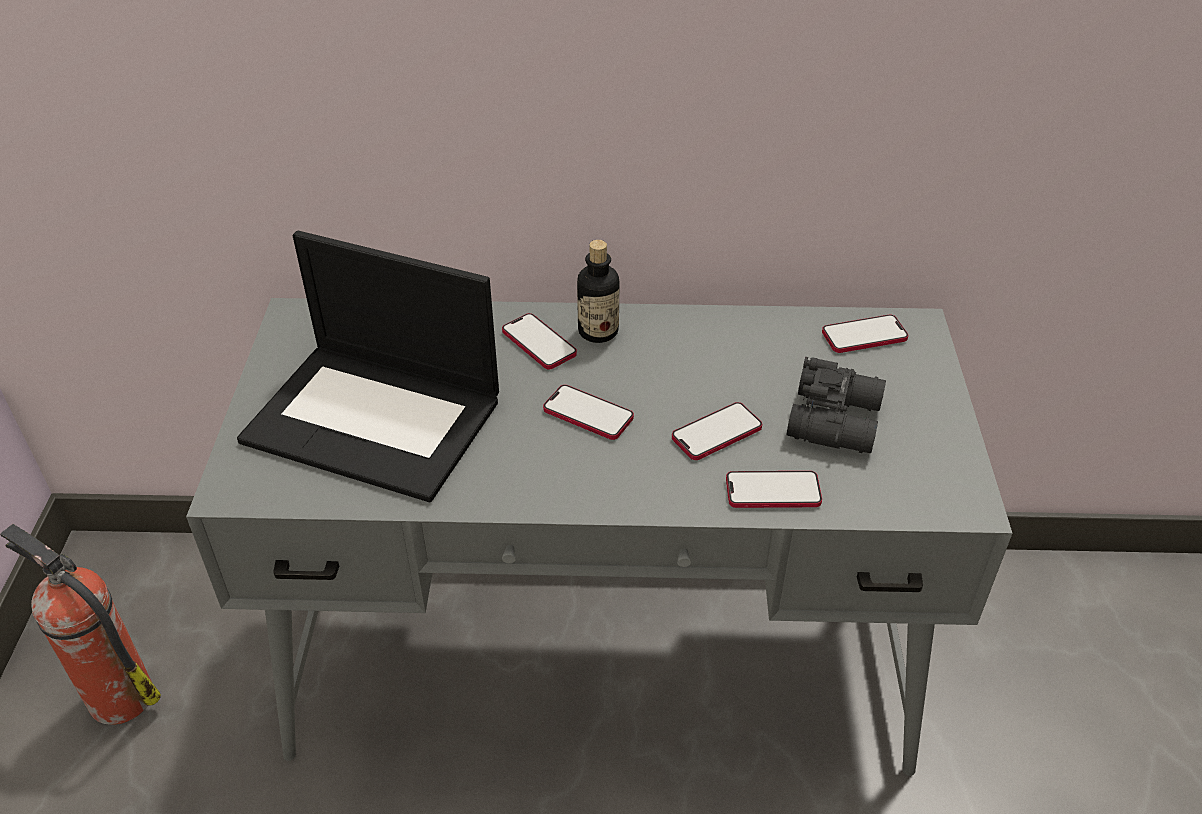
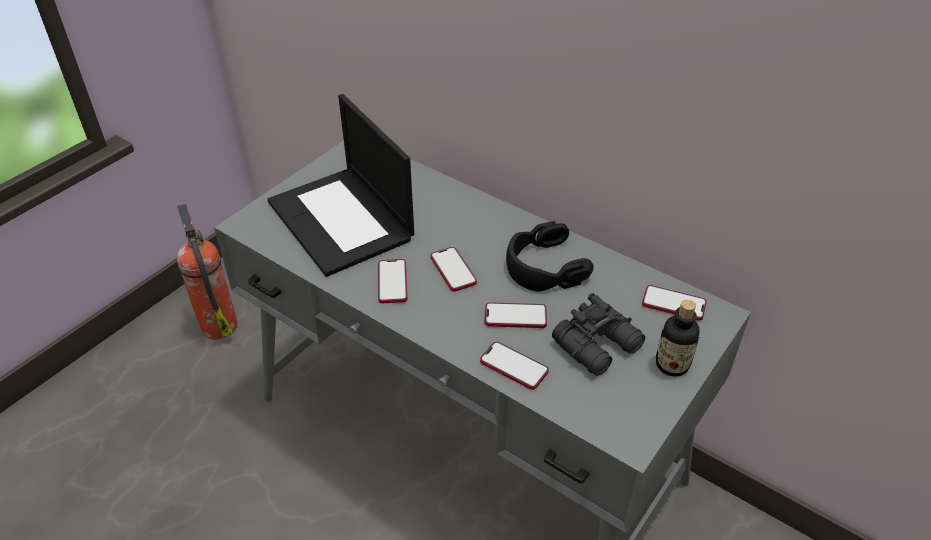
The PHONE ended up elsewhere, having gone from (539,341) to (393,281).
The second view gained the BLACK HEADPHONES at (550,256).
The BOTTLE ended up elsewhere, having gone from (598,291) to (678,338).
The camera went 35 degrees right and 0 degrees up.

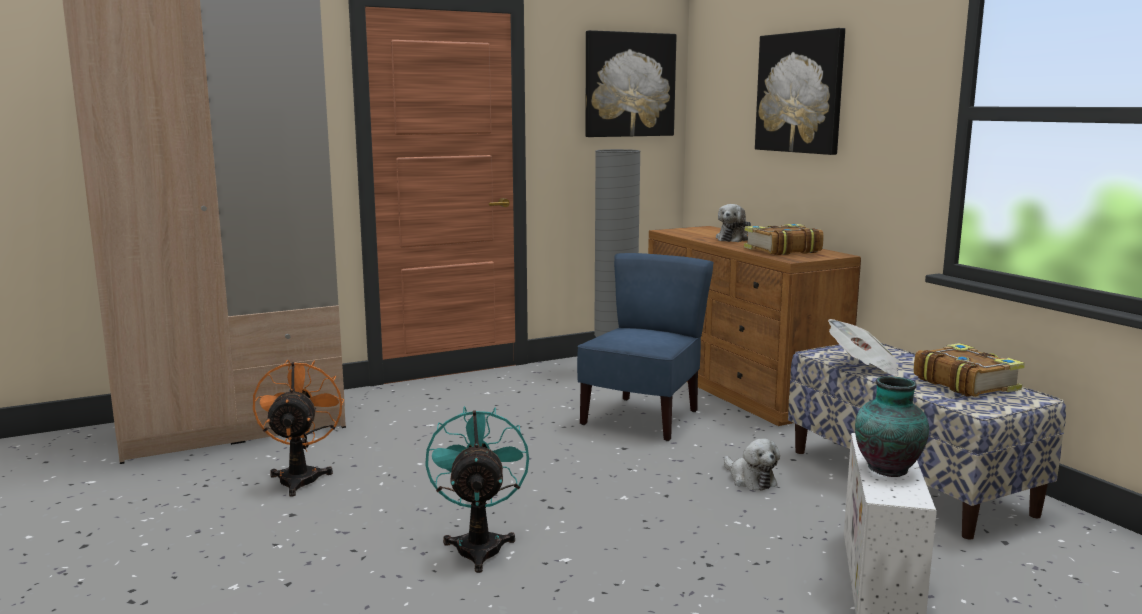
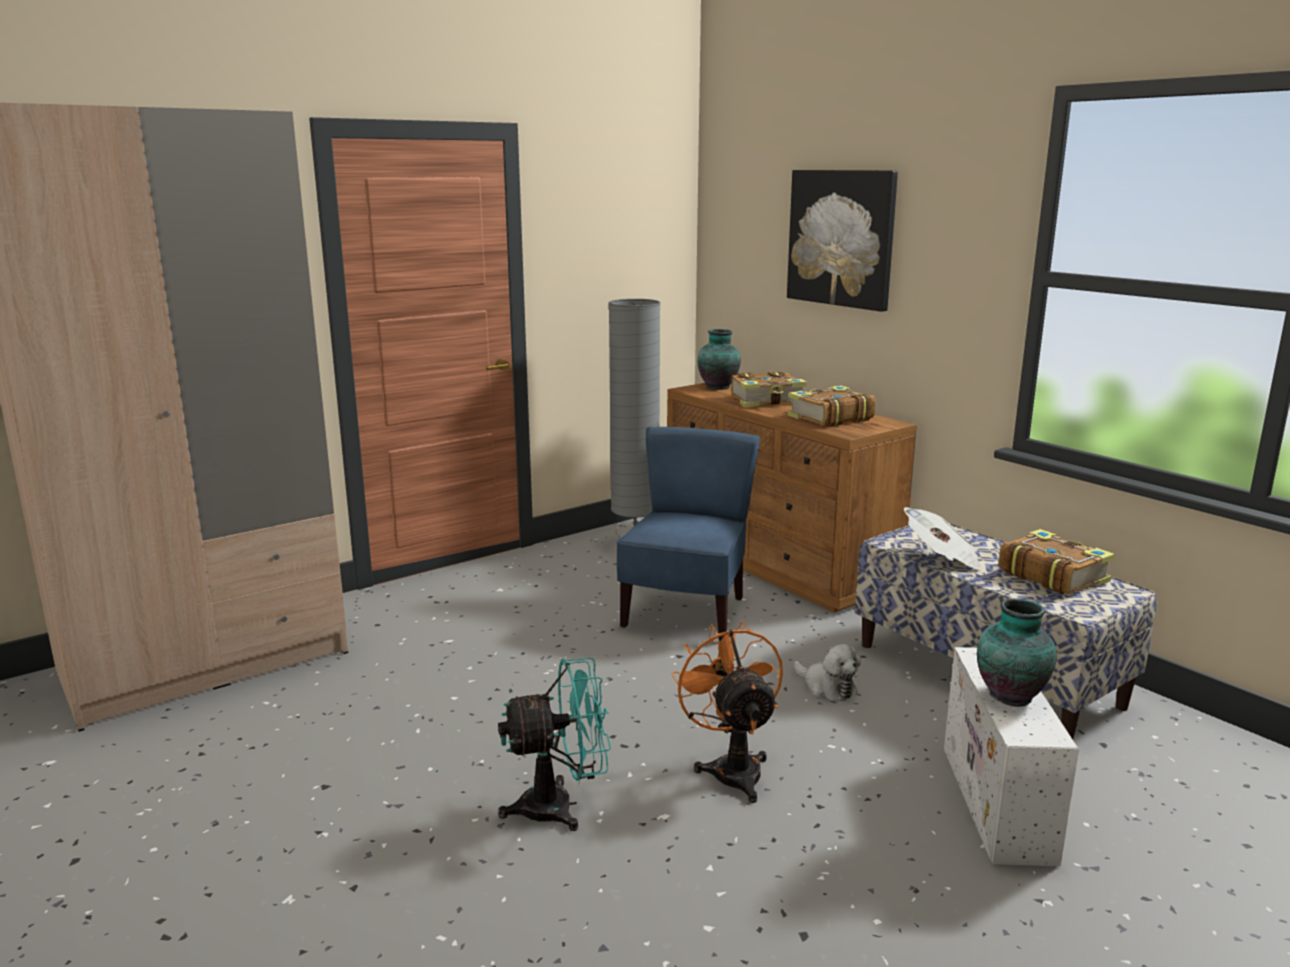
The TURQUOISE FAN at (477,489) ended up facing another way, 90 degrees clockwise from before.
The ORANGE FAN ended up elsewhere, having gone from (298,428) to (727,712).
The second view gained the VASE at (719,359).
Where the PLUSH TOY stood at (733,223), the BOOK came to stand at (769,389).
The second view lost the PICTURE at (630,83).
The camera went 10 degrees left and 5 degrees up.

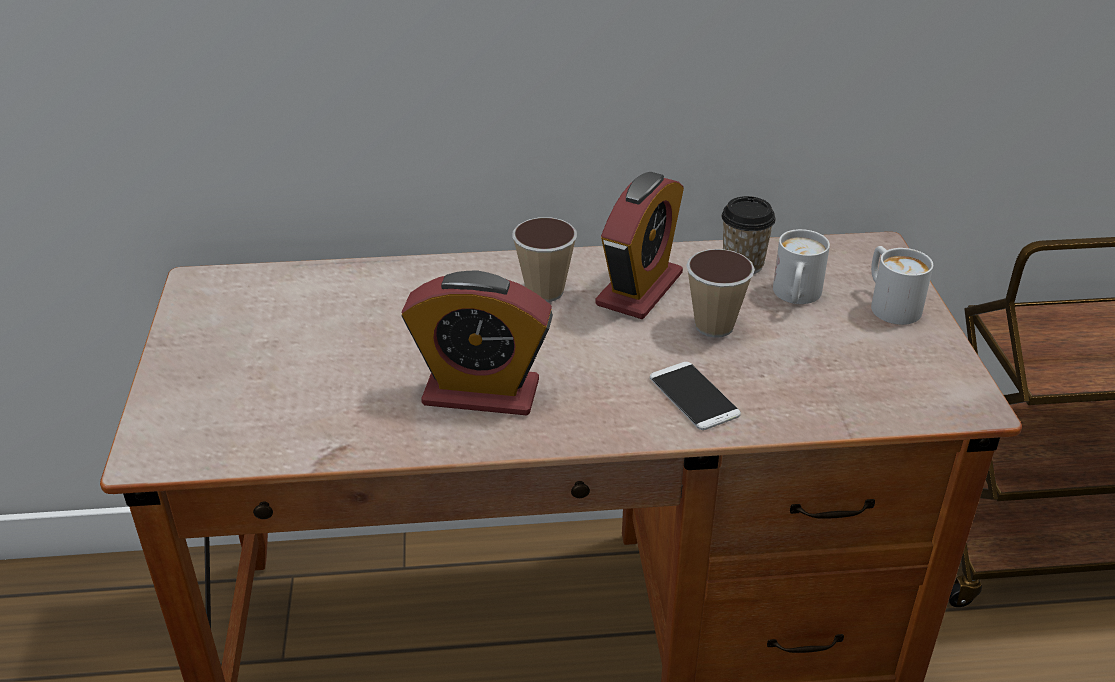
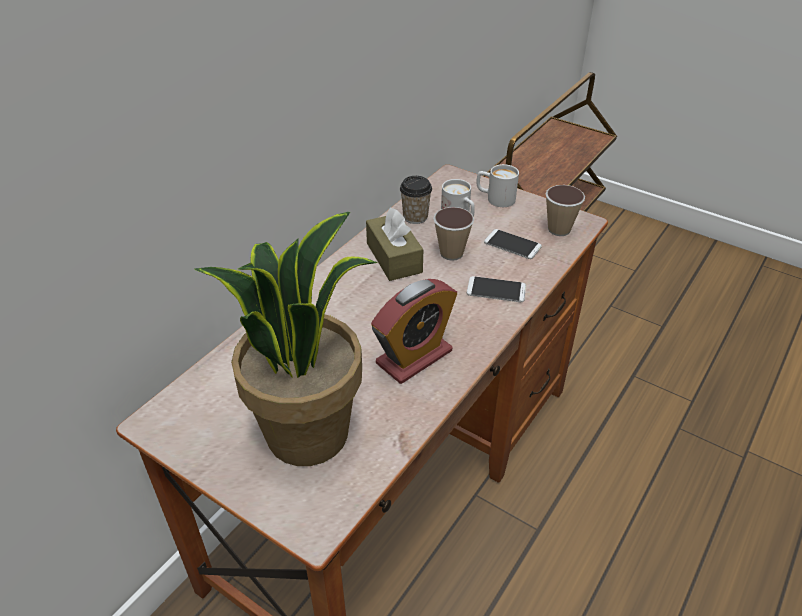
The second view gained the POTTED PLANT at (287,339).
Where the ALARM CLOCK stood at (639,245), the BROWN TISSUE BOX came to stand at (394,244).
The second view gained the PHONE at (513,244).
The CUP ended up elsewhere, having gone from (544,259) to (565,210).
The camera went 50 degrees left and 5 degrees up.

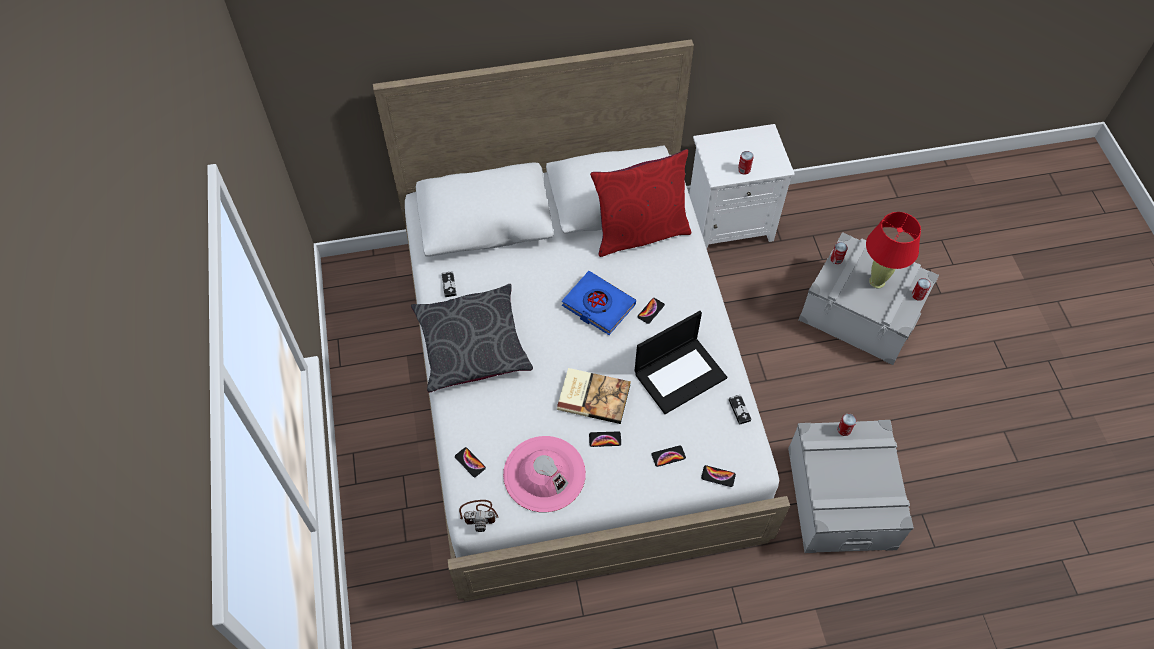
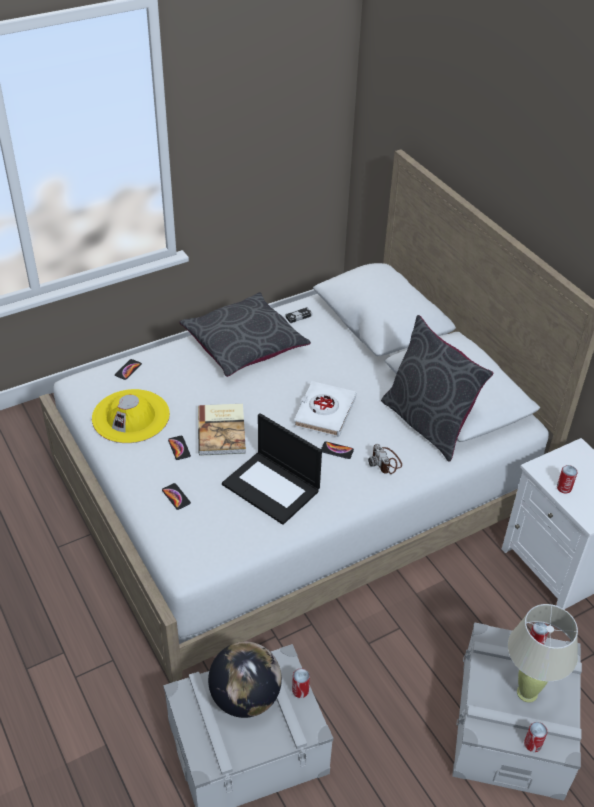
What was the PINK HAT at (544,474) turned into the YELLOW HAT at (131,416).
The second view gained the GLOBE at (245,680).
What was the BLUE BOOK at (599,303) turned into the WHITE BOOK at (324,409).
The PHOTO CAMERA ended up elsewhere, having gone from (479,516) to (385,459).
What was the RED PILLOW at (640,203) turned into the GREY PILLOW at (437,388).
What was the RED TABLE LAMP at (893,250) turned into the BEIGE TABLE LAMP at (543,653).
The second view lost the PHONE at (718,476).
The second view lost the GAME CONTROLLER at (740,410).
The camera went 70 degrees right and 15 degrees down.

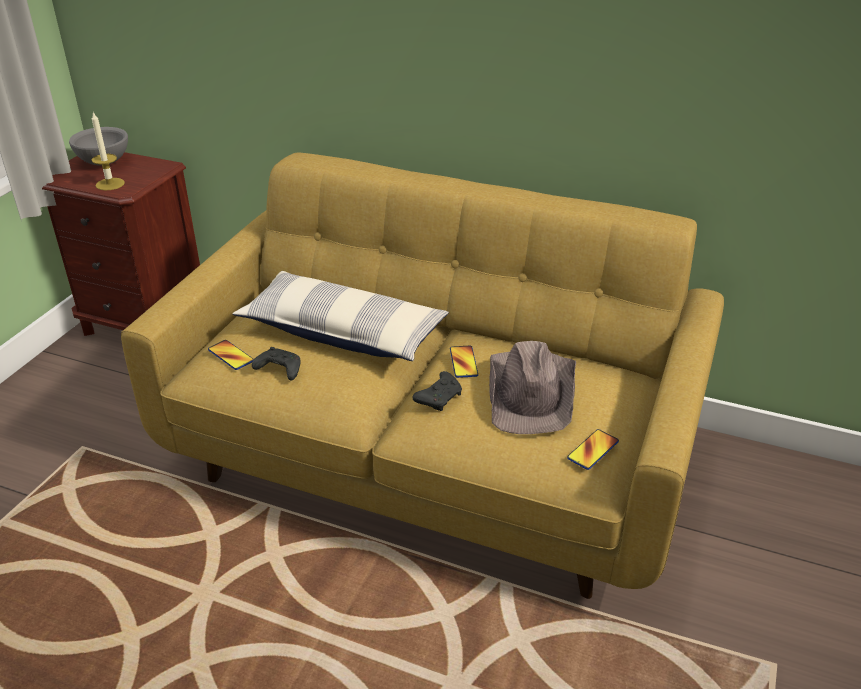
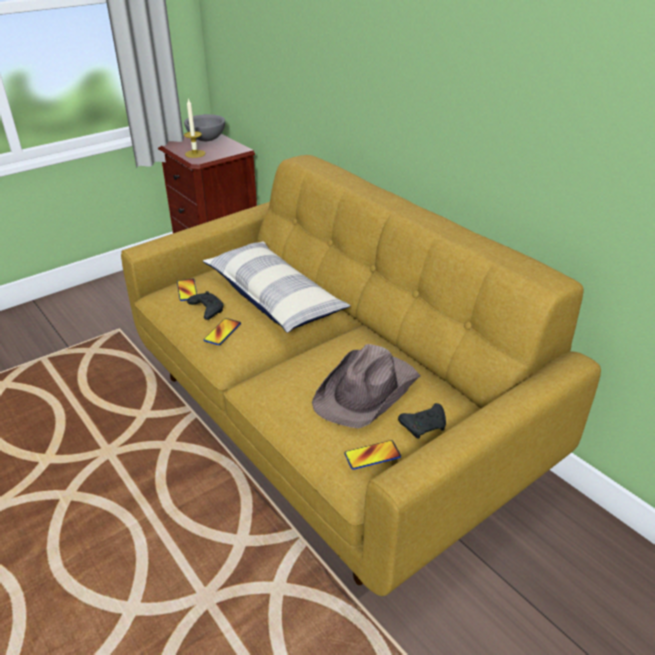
The PHONE ended up elsewhere, having gone from (464,362) to (222,331).
The BLACK GAME CONTROLLER ended up elsewhere, having gone from (437,391) to (422,421).
The camera went 30 degrees right and 0 degrees up.

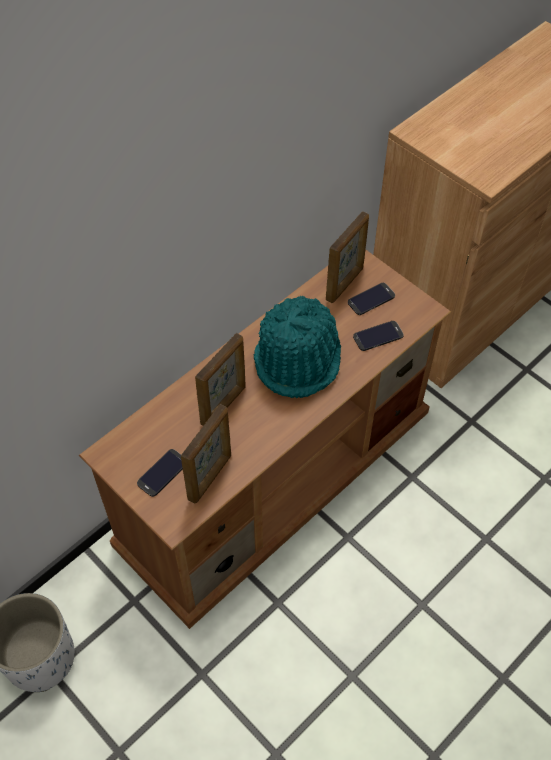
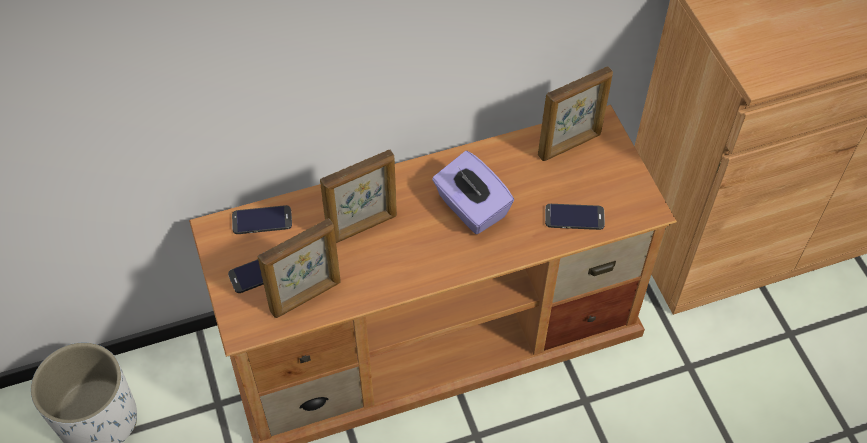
The PHONE ended up elsewhere, having gone from (371,299) to (262,219).
Where the TURQUOISE HAT stood at (297,347), the PURPLE TISSUE BOX came to stand at (473,192).
The camera went 25 degrees right and 0 degrees up.

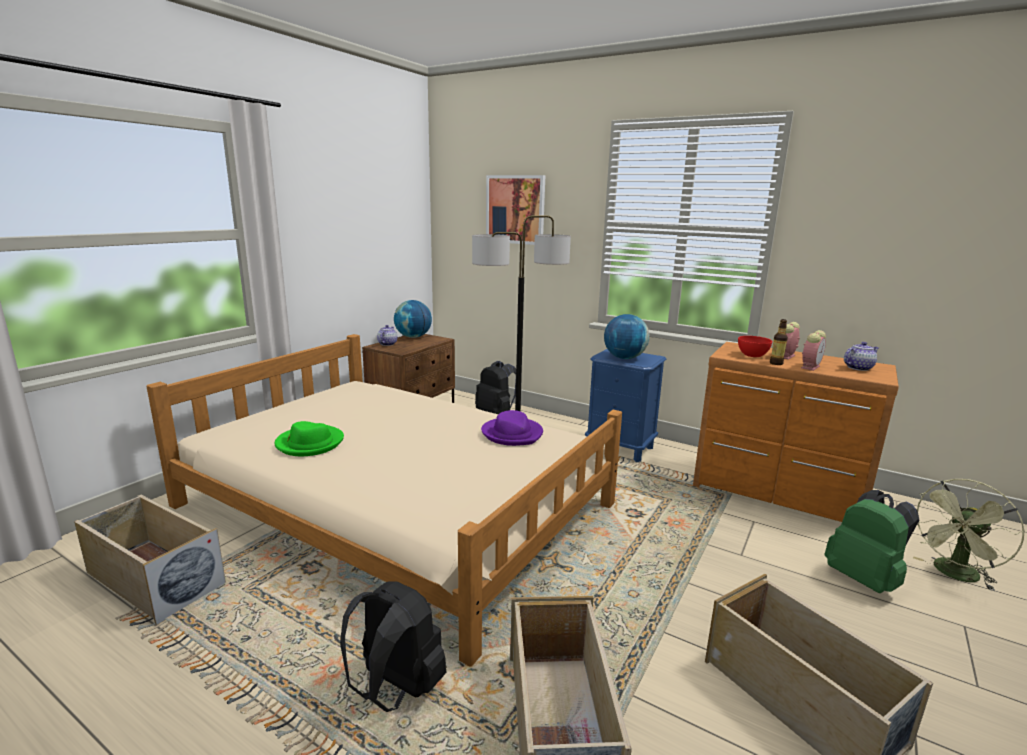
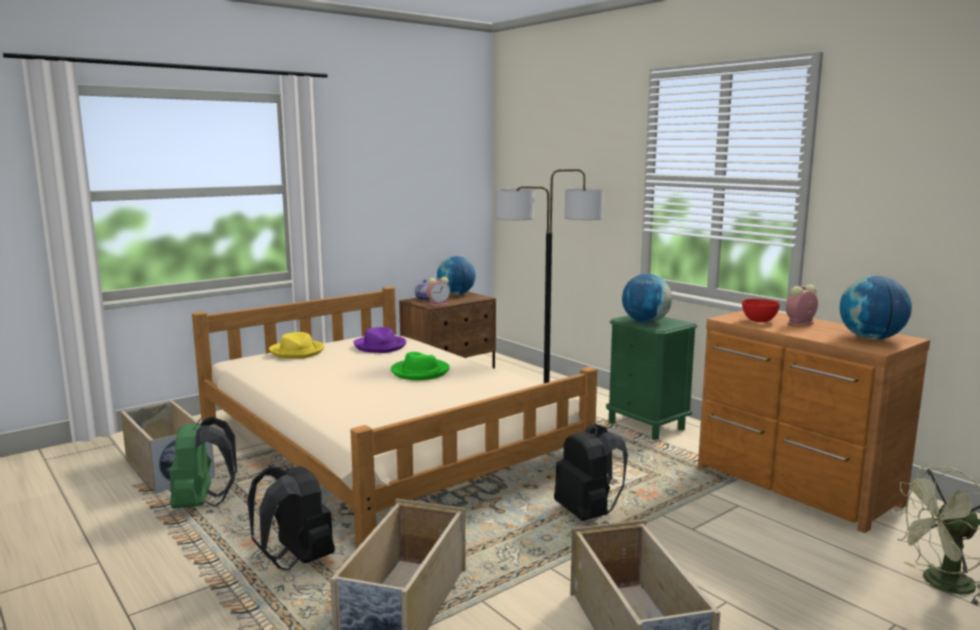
The GREEN BACKPACK ended up elsewhere, having gone from (872,541) to (203,462).
The second view gained the YELLOW HAT at (296,345).
The PURPLE HAT ended up elsewhere, having gone from (512,428) to (379,340).
The GREEN HAT ended up elsewhere, having gone from (309,438) to (420,366).
The ALARM CLOCK ended up elsewhere, having gone from (813,350) to (438,291).
The BLACK BACKPACK ended up elsewhere, having gone from (495,387) to (591,472).
What was the BLUE NIGHTSTAND at (625,405) turned into the GREEN NIGHTSTAND at (652,377).
Where the TEAPOT stood at (861,356), the GLOBE came to stand at (876,308).
The second view lost the PICTURE at (515,210).
The second view lost the BOTTLE at (779,342).
The camera went 20 degrees right and 5 degrees down.

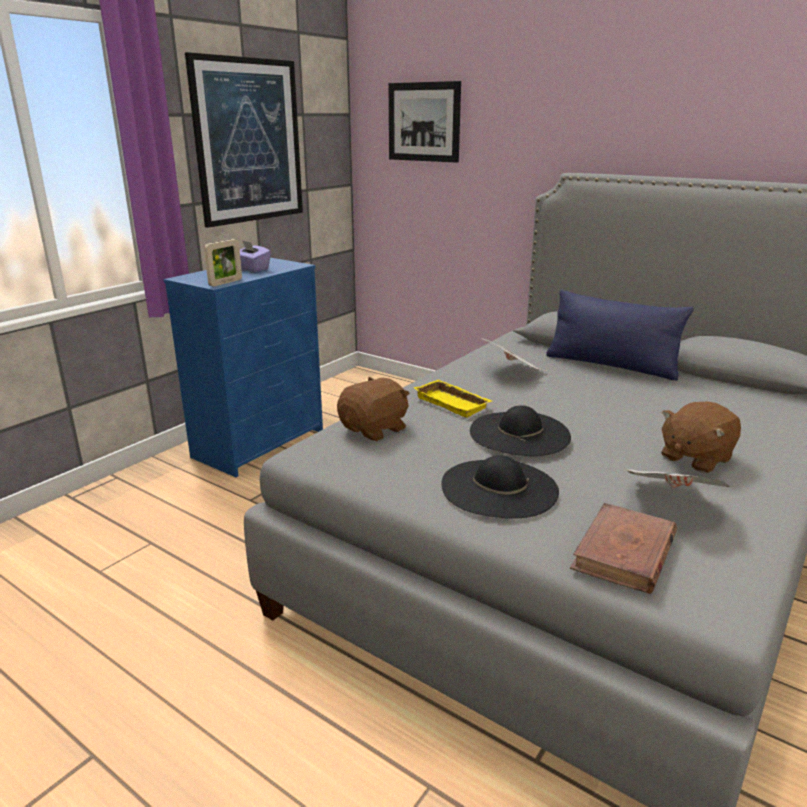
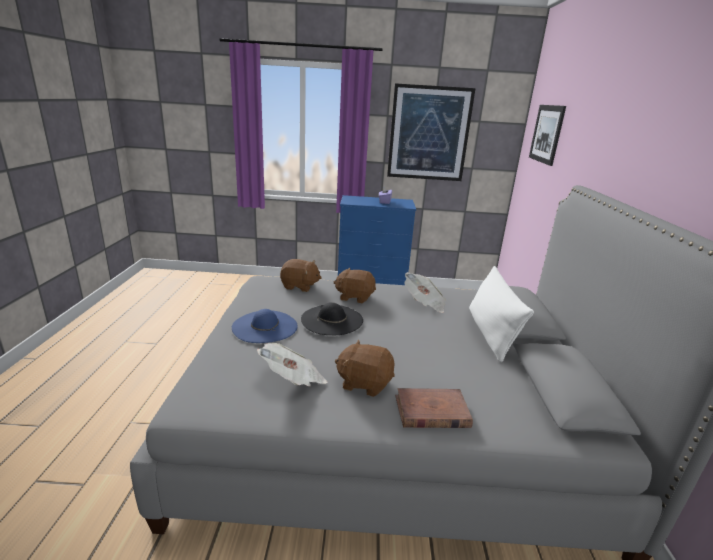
What was the BLACK HAT at (500,486) turned into the BLUE HAT at (265,326).
Where the YELLOW TRAY stood at (453,398), the BROWN PLUSH TOY came to stand at (354,285).
The BROWN BOOK ended up elsewhere, having gone from (623,548) to (434,408).
What was the BLUE PILLOW at (620,335) turned into the WHITE PILLOW at (501,314).
The second view lost the PICTURE FRAME at (223,262).
The camera went 55 degrees right and 0 degrees up.

